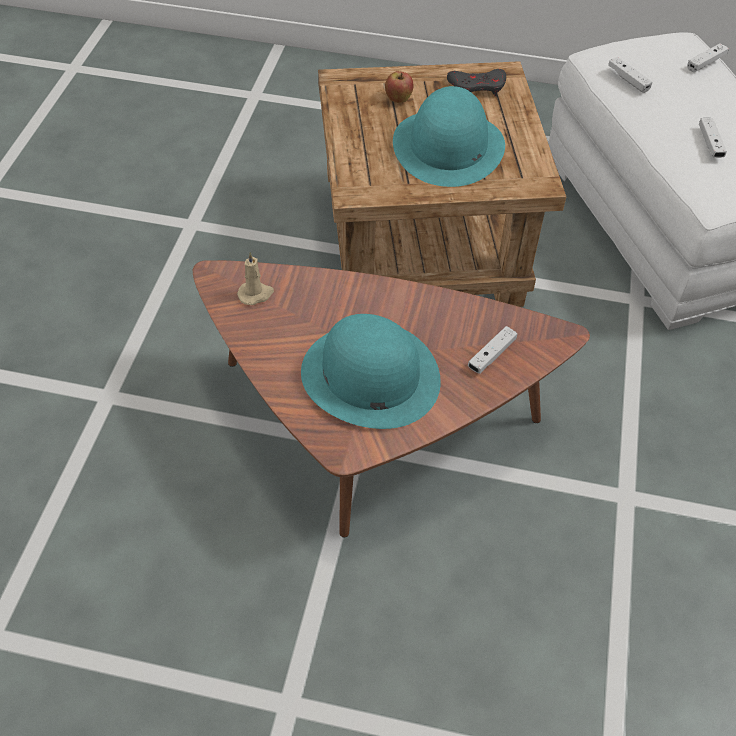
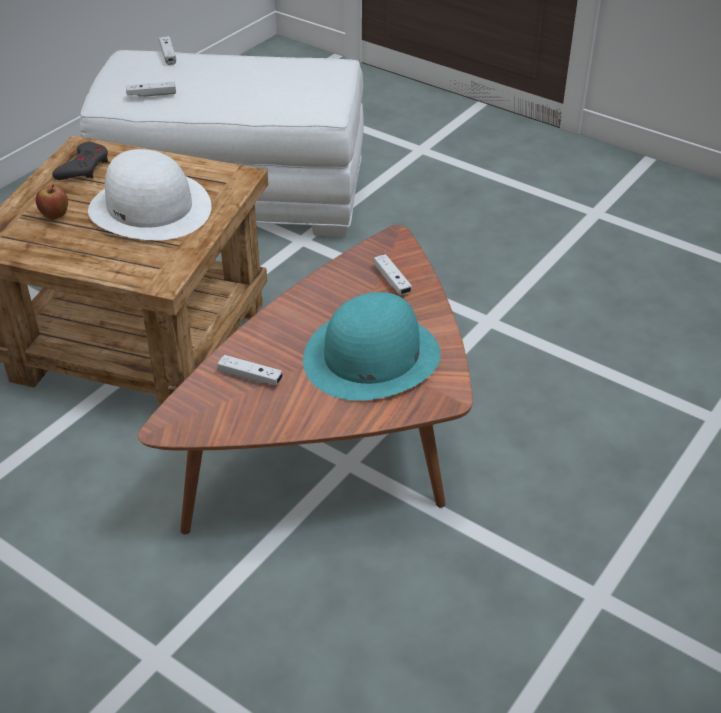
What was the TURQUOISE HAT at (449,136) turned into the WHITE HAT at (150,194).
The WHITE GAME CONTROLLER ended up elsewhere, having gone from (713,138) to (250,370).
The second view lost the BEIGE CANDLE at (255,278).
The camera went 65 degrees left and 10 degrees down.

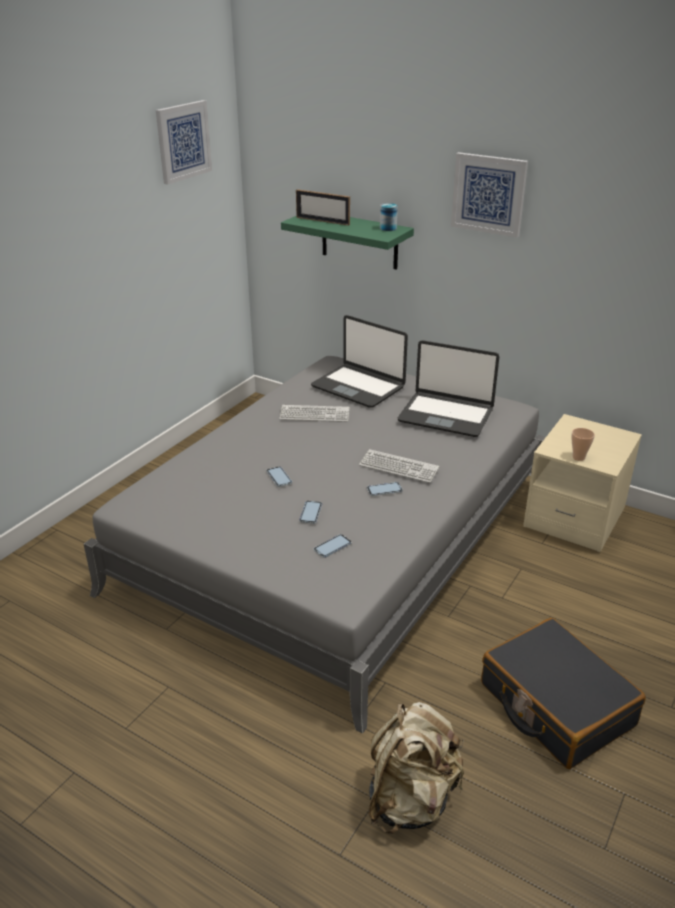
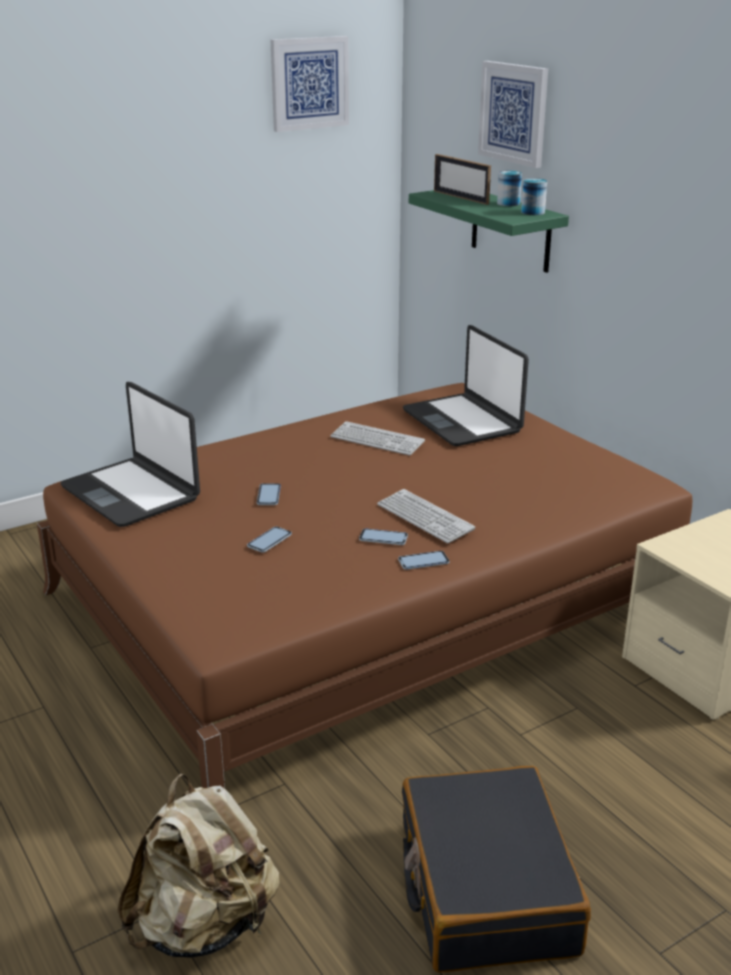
What was the GREY BED at (315,544) turned into the BROWN BED at (364,586).
The LAPTOP ended up elsewhere, having gone from (448,388) to (130,454).
The PHONE ended up elsewhere, having gone from (332,546) to (423,560).
The PICTURE ended up elsewhere, having gone from (489,195) to (513,114).
The second view gained the CAN at (509,188).
The second view lost the CUP at (583,444).
The camera went 25 degrees right and 5 degrees down.

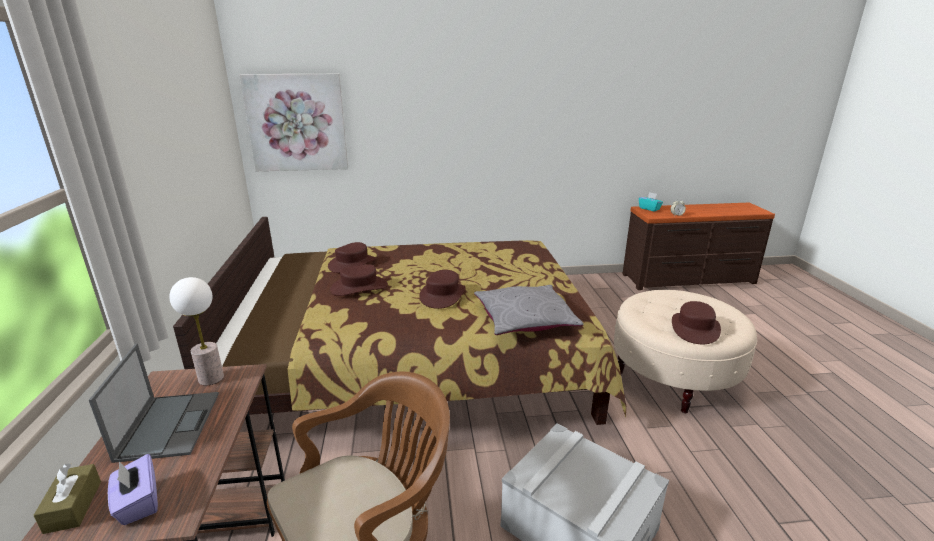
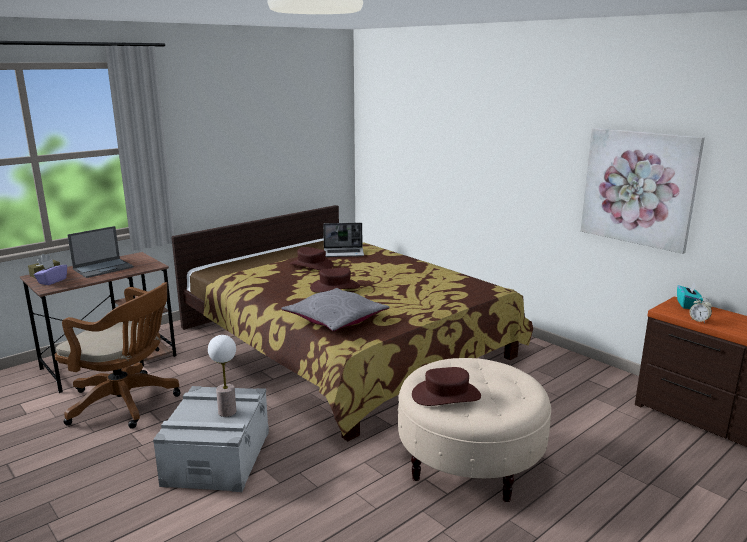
The TABLE LAMP ended up elsewhere, having gone from (196,331) to (222,376).
Where the BROWN HAT stood at (352,257), the LAPTOP came to stand at (343,240).
The PICTURE ended up elsewhere, having gone from (293,122) to (643,191).
The camera went 55 degrees right and 5 degrees down.

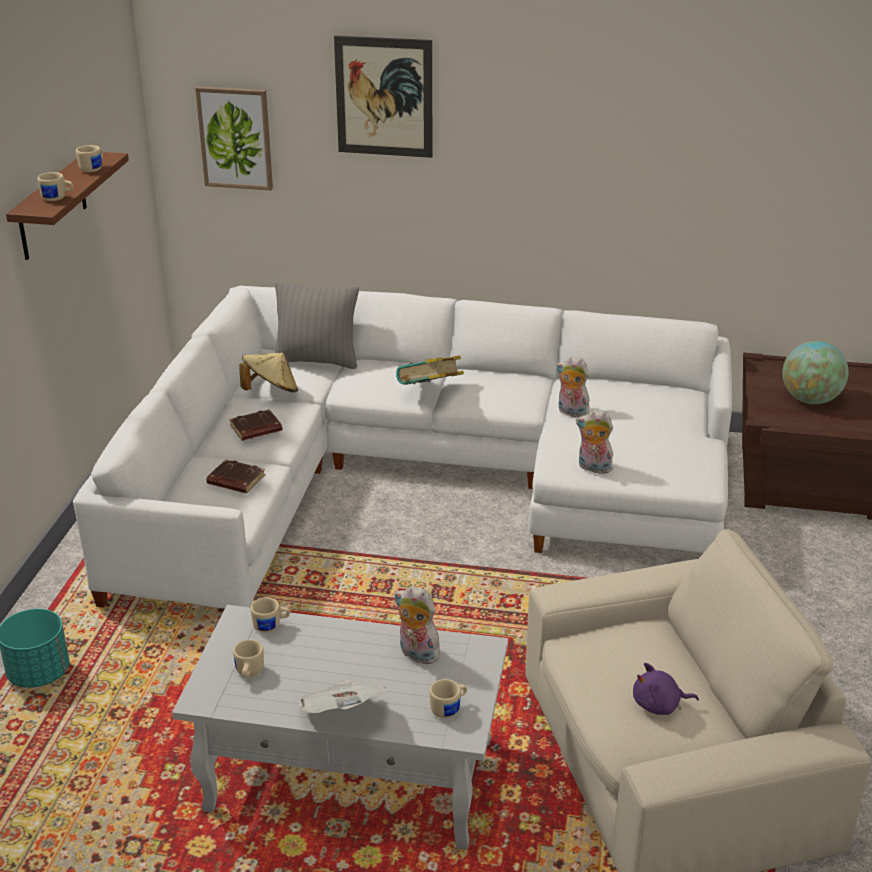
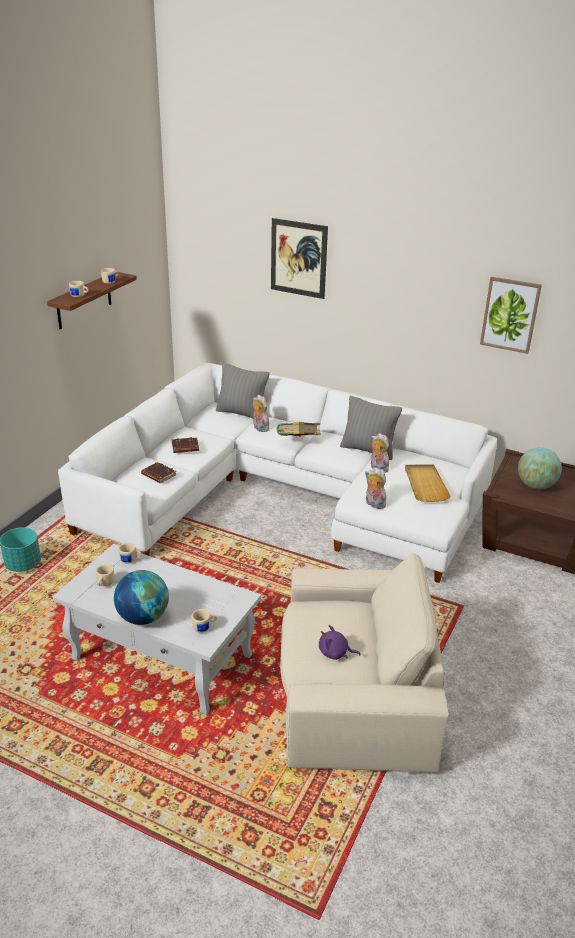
Where the NEWSPAPER stood at (343,696), the GLOBE came to stand at (141,597).
The PLUSH TOY ended up elsewhere, having gone from (417,625) to (261,413).
The second view gained the GREY PILLOW at (371,428).
The second view gained the BEIGE TRAY at (428,483).
The PICTURE ended up elsewhere, having gone from (234,138) to (511,315).
The second view lost the BEIGE HAT at (268,372).
The camera went 15 degrees right and 0 degrees up.

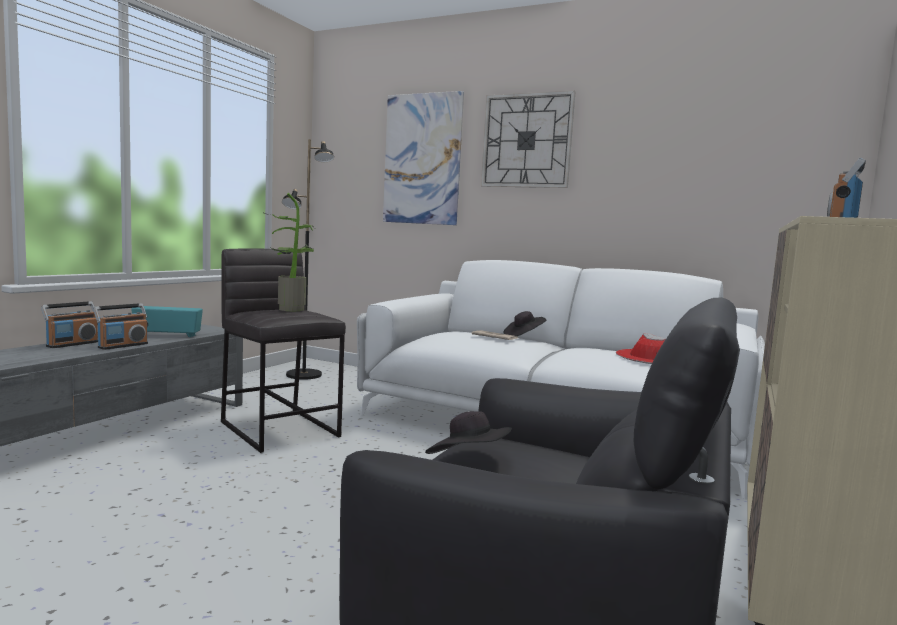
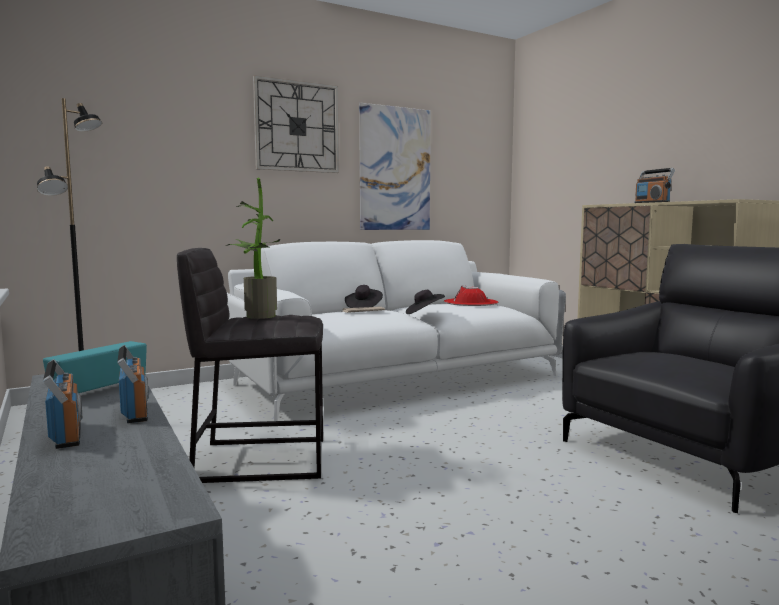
The PICTURE ended up elsewhere, having gone from (423,158) to (395,166).
The BLACK HAT ended up elsewhere, having gone from (468,432) to (425,302).
The camera went 55 degrees left and 0 degrees up.

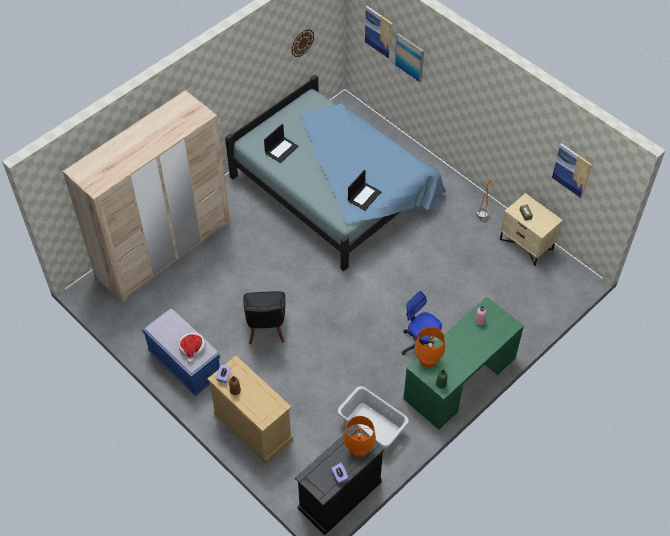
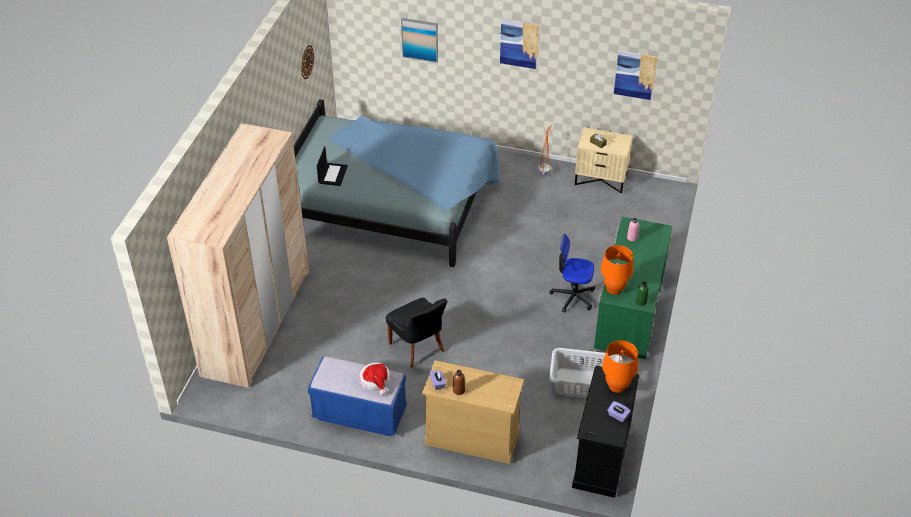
The PICTURE ended up elsewhere, having gone from (379,32) to (520,44).
The second view lost the LAPTOP at (365,189).
The camera went 30 degrees left and 10 degrees down.

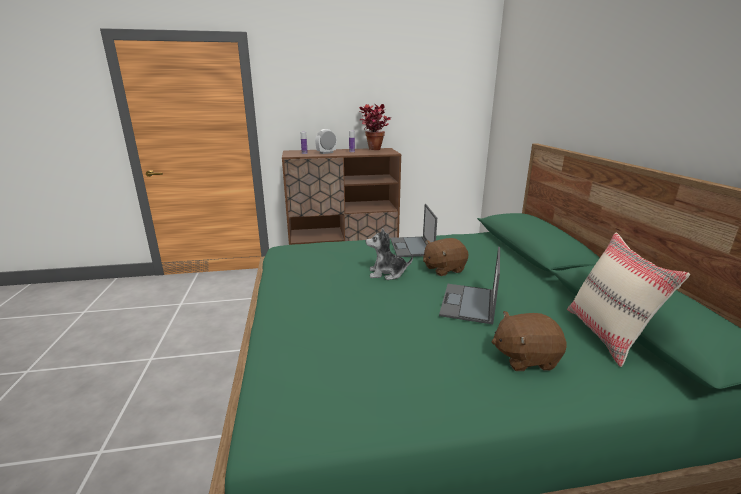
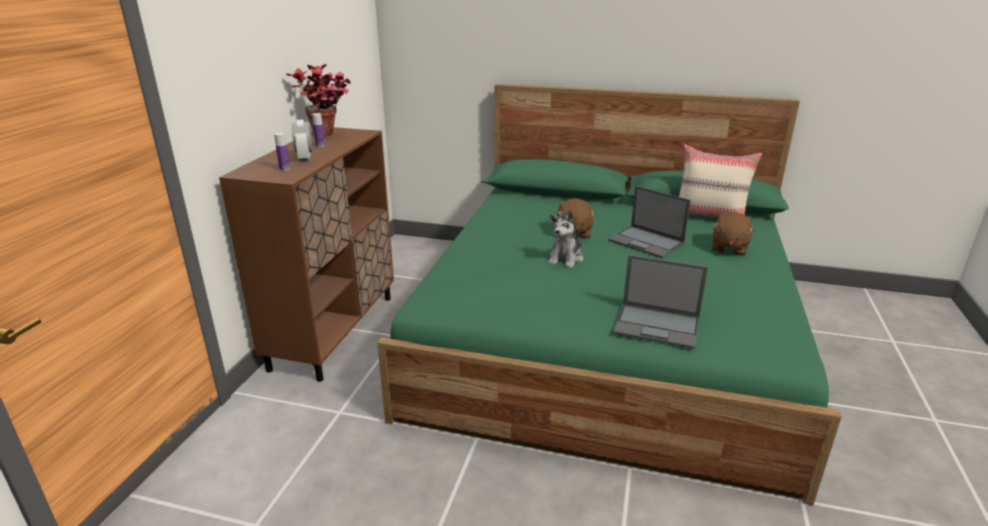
The LAPTOP ended up elsewhere, having gone from (413,230) to (660,302).
The camera went 65 degrees left and 5 degrees up.

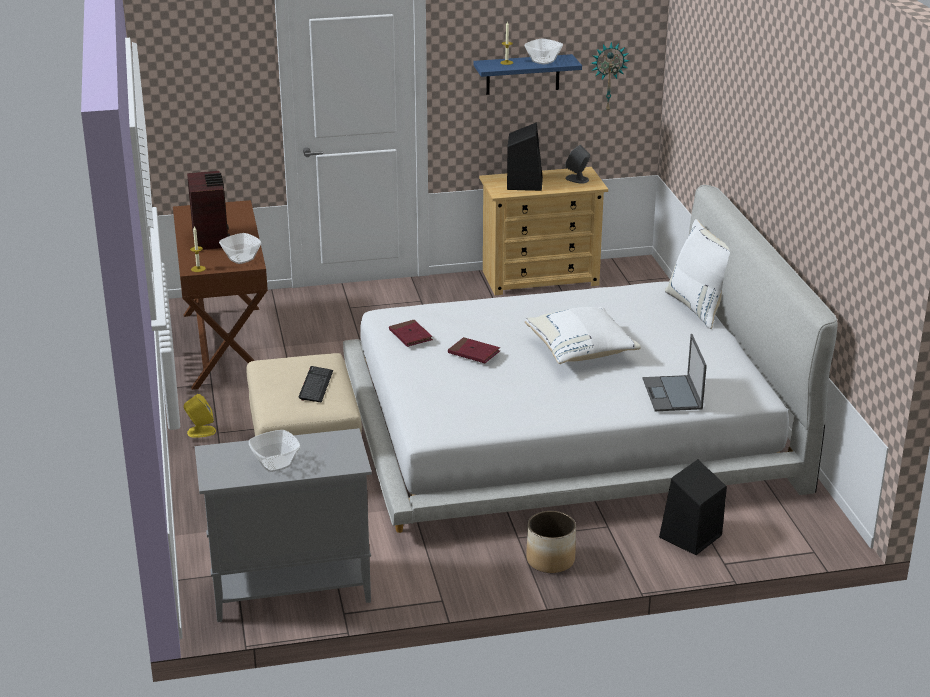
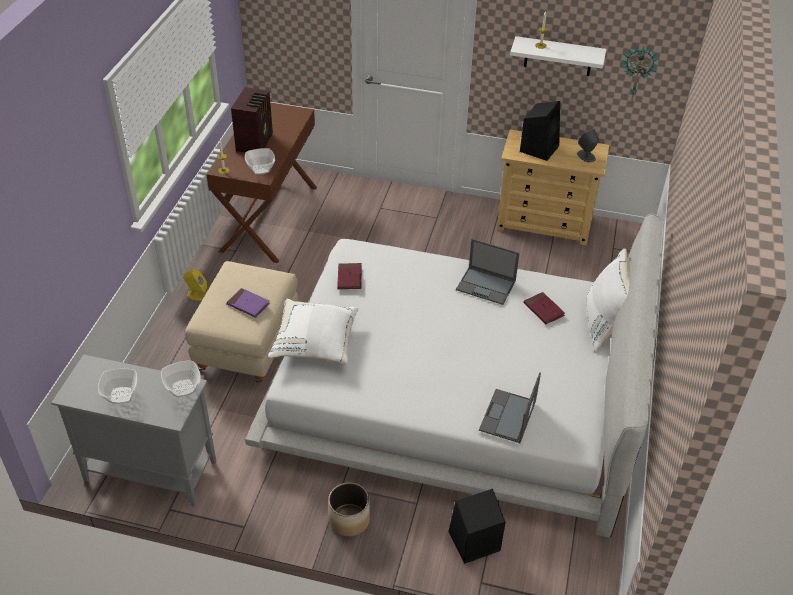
The BOWL ended up elsewhere, having gone from (543,52) to (181,379).
Where the KEYBOARD stood at (316,384), the PURPLE BOOK came to stand at (248,303).
The WHITE PILLOW ended up elsewhere, having gone from (583,335) to (313,331).
The second view gained the LAPTOP at (488,272).
What was the BLUE SHELF at (527,74) turned into the WHITE SHELF at (558,56).
The RED BOOK ended up elsewhere, having gone from (474,350) to (544,308).
The camera went 25 degrees right and 15 degrees up.

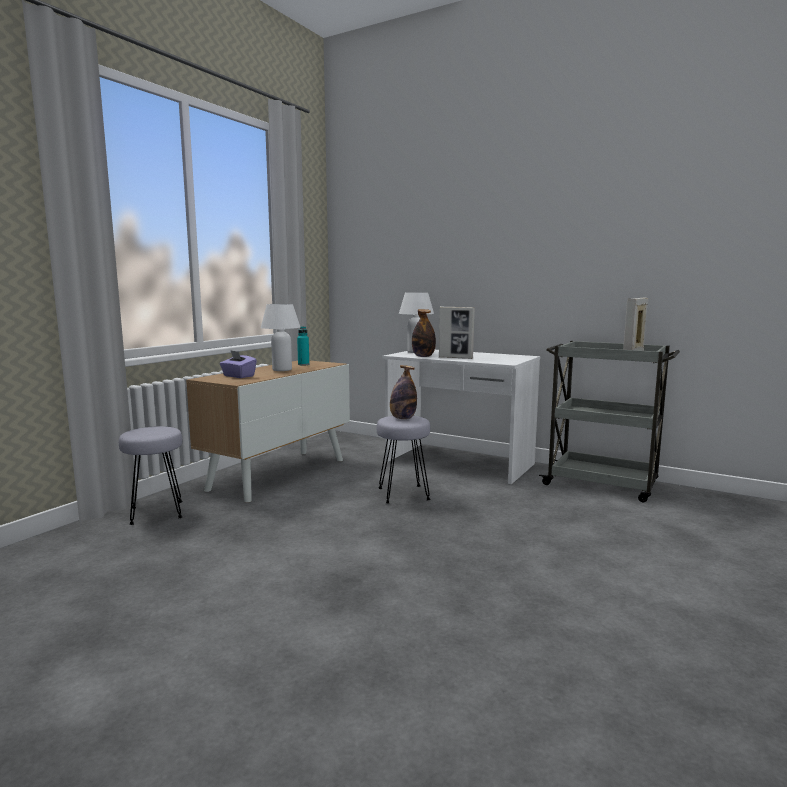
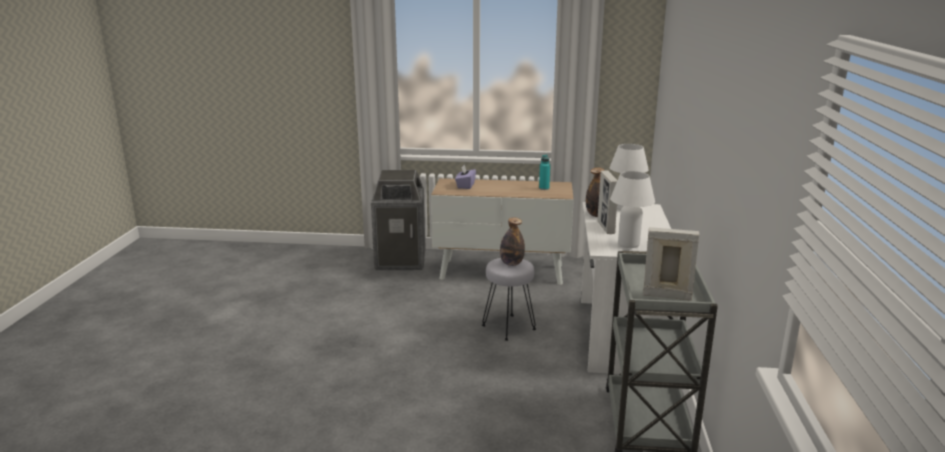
Where the GREY STOOL stood at (150,475), the TRASH CAN came to stand at (398,220).
The WHITE TABLE LAMP ended up elsewhere, having gone from (280,337) to (632,209).
The camera went 65 degrees right and 10 degrees up.

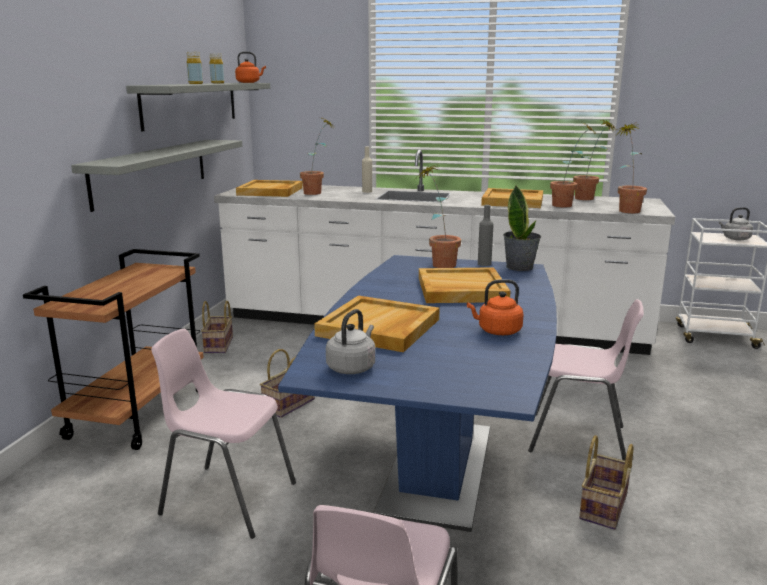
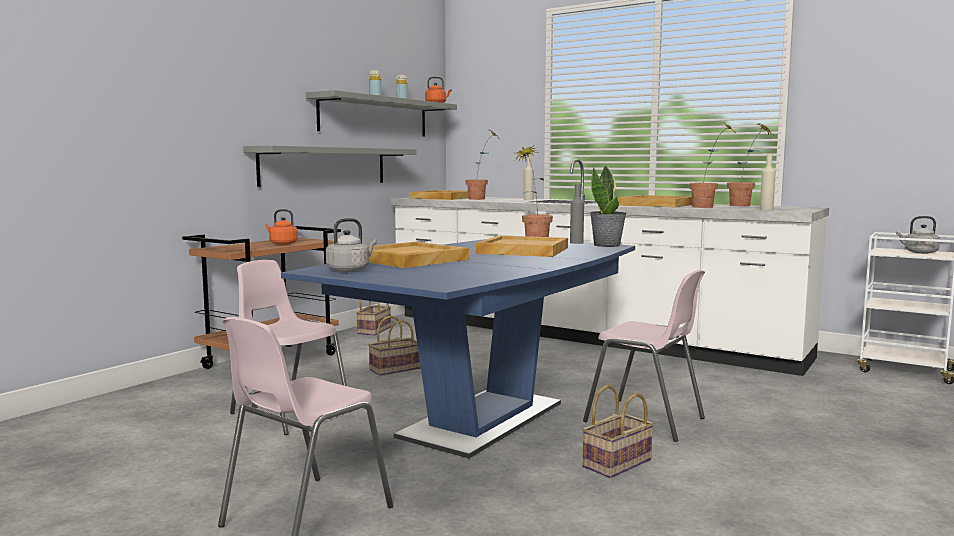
The ORANGE KETTLE ended up elsewhere, having gone from (495,307) to (281,227).
Where the POTTED PLANT stood at (631,168), the BEIGE BOTTLE came to stand at (767,182).
The camera went 20 degrees right and 10 degrees down.

